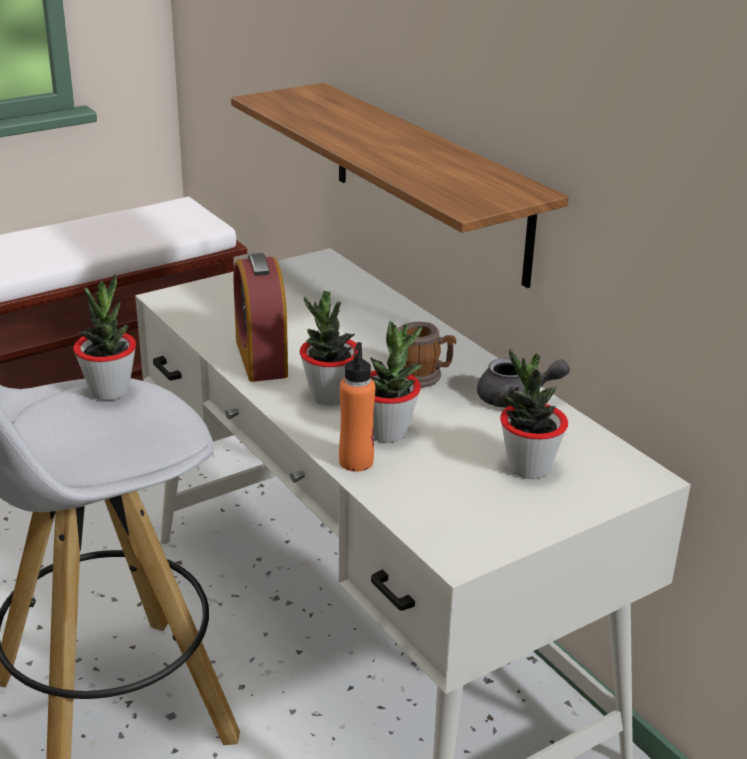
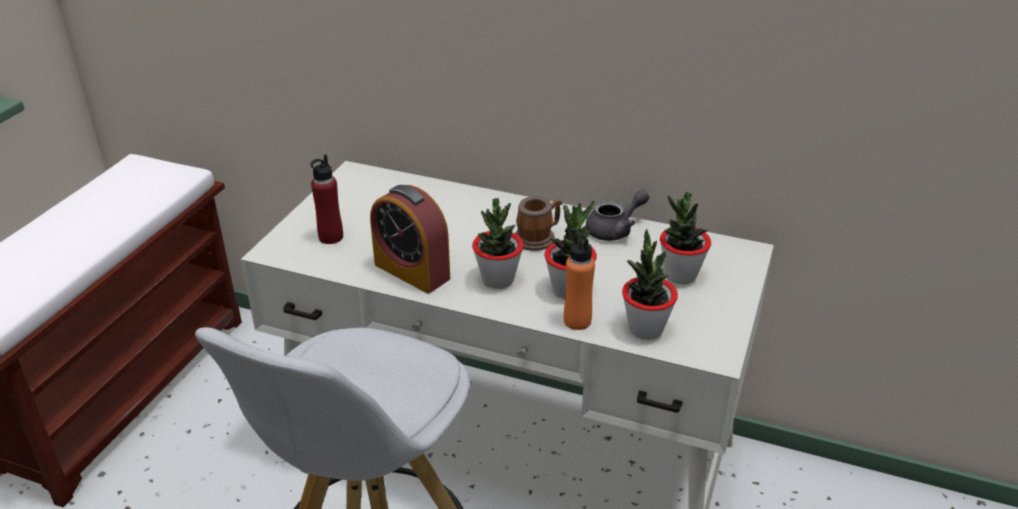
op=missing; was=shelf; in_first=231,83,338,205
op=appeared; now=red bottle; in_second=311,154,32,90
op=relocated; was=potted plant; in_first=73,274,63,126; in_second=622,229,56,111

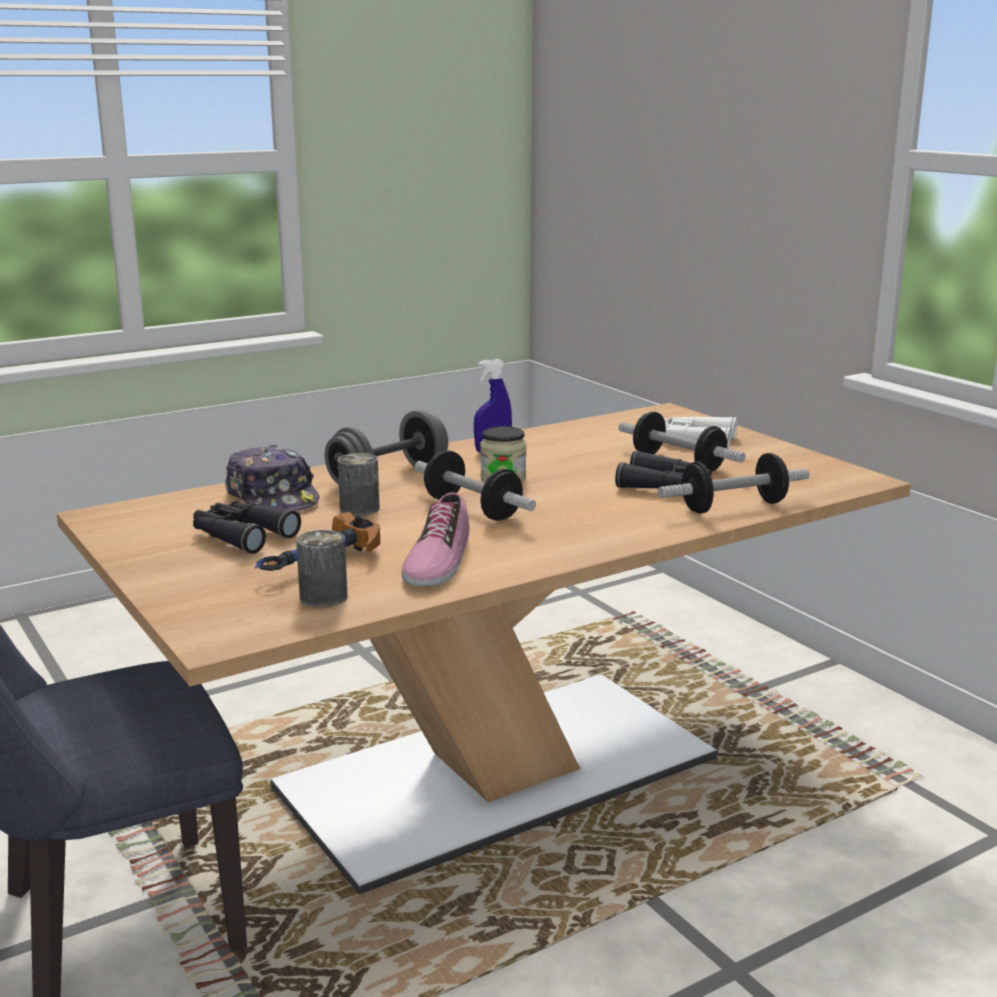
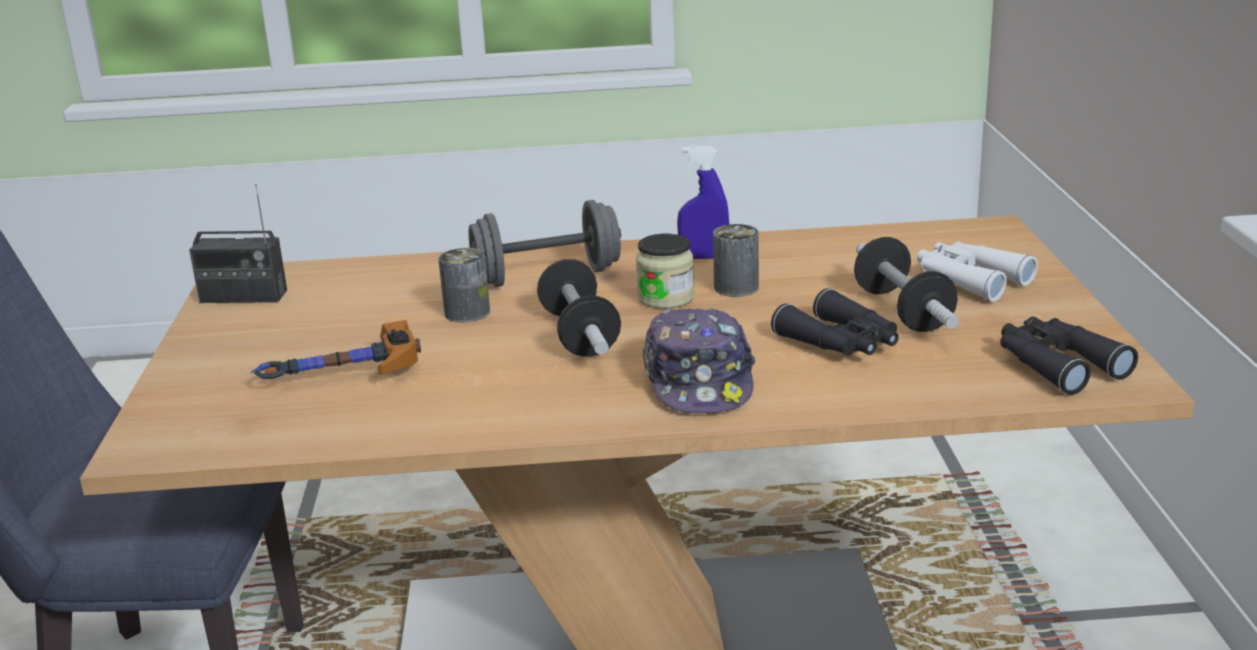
op=missing; was=shoe; in_first=402,492,67,95
op=missing; was=dumbbell; in_first=658,453,152,61
op=appeared; now=radio; in_second=189,184,98,119
op=relocated; was=black binoculars; in_first=193,501,108,53; in_second=1000,316,138,79
op=relocated; was=cap; in_first=225,445,94,66; in_second=643,308,113,105
op=relocated; was=can; in_first=296,530,52,77; in_second=713,224,46,73

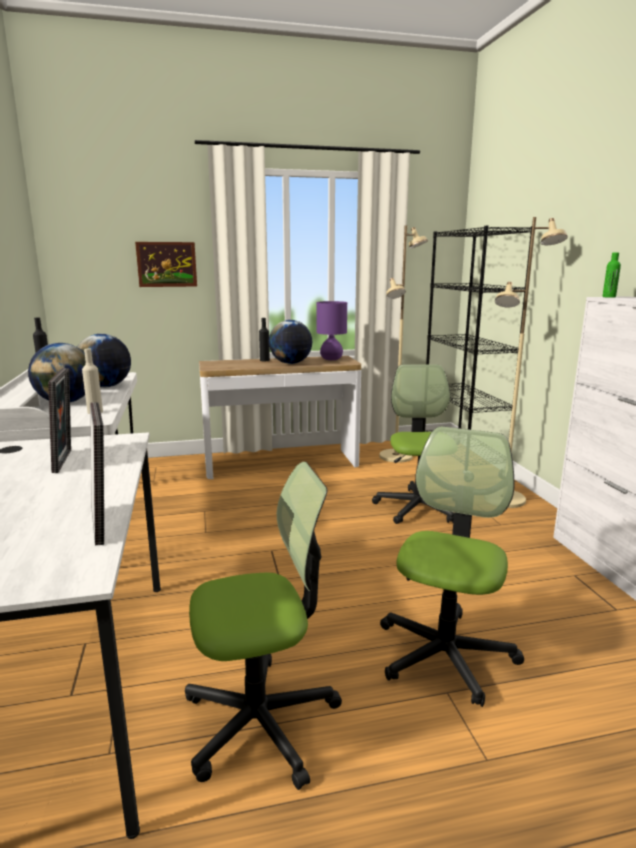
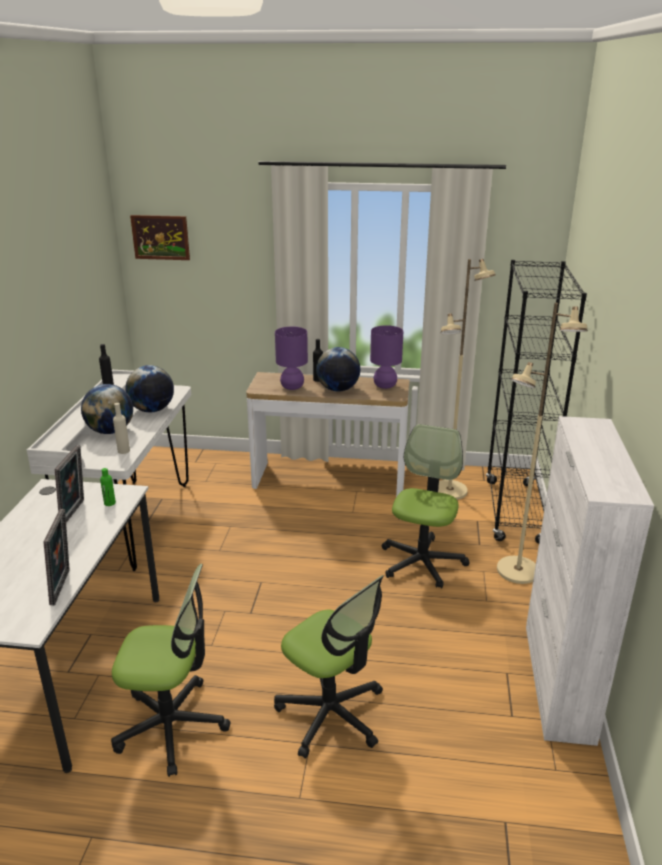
op=appeared; now=purple table lamp; in_second=275,327,33,63
op=relocated; was=picture; in_first=135,242,62,45; in_second=130,215,60,45
op=relocated; was=green bottle; in_first=602,253,19,45; in_second=100,468,16,38
op=spun; was=office chair; in_first=380,426,144,281; in_second=274,575,110,184; clockwise=90

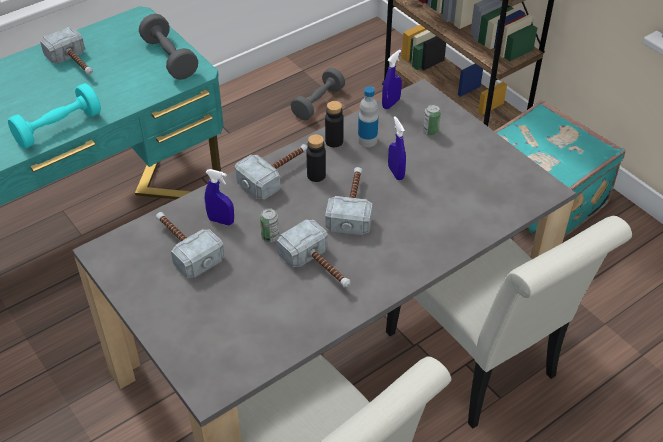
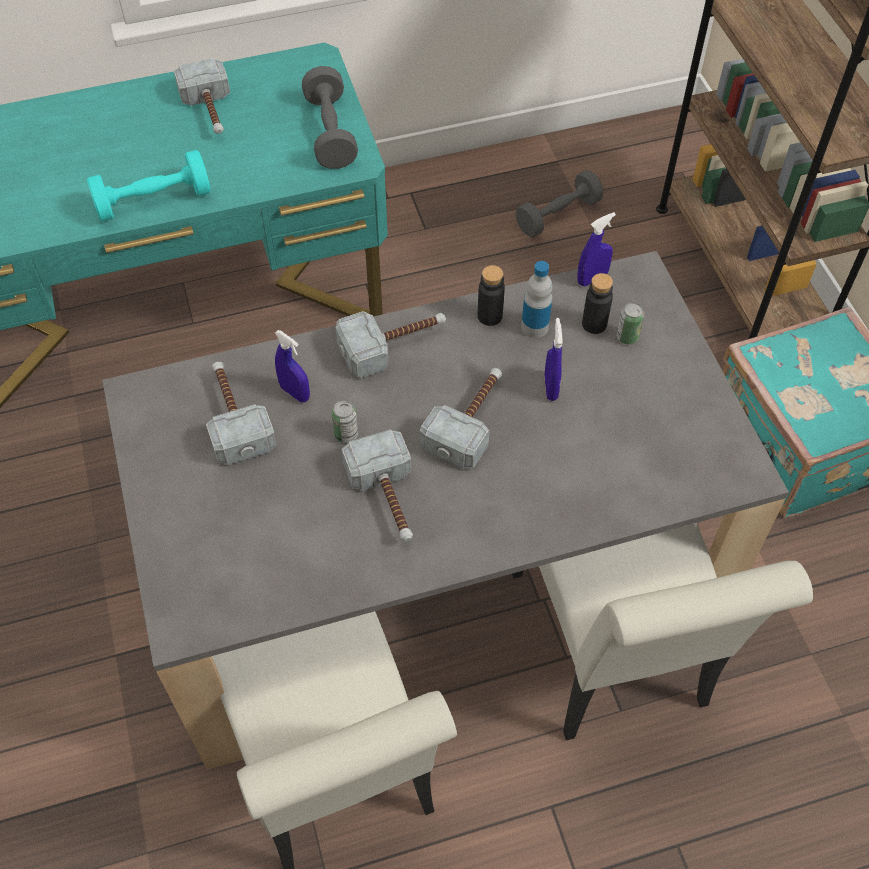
op=relocated; was=black bottle; in_first=307,134,19,48; in_second=582,273,31,61

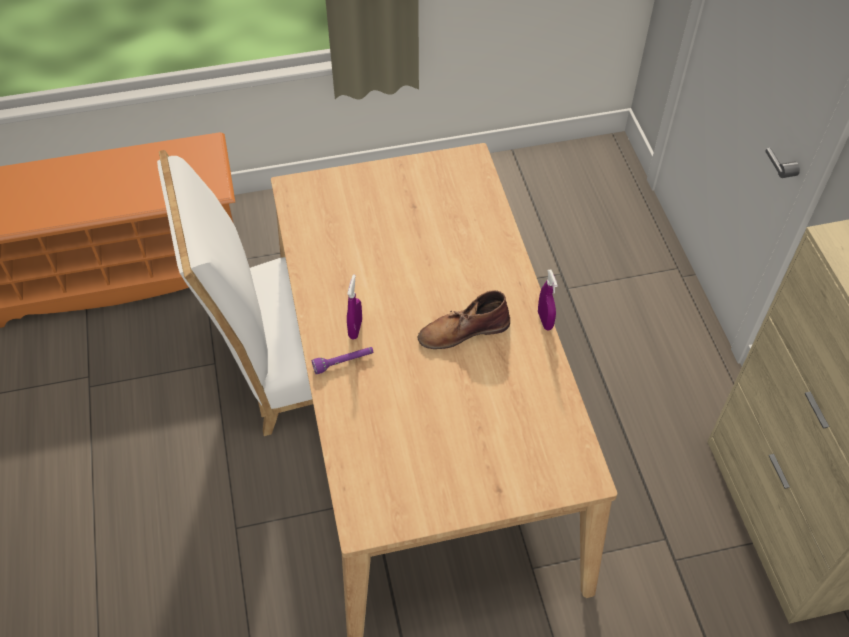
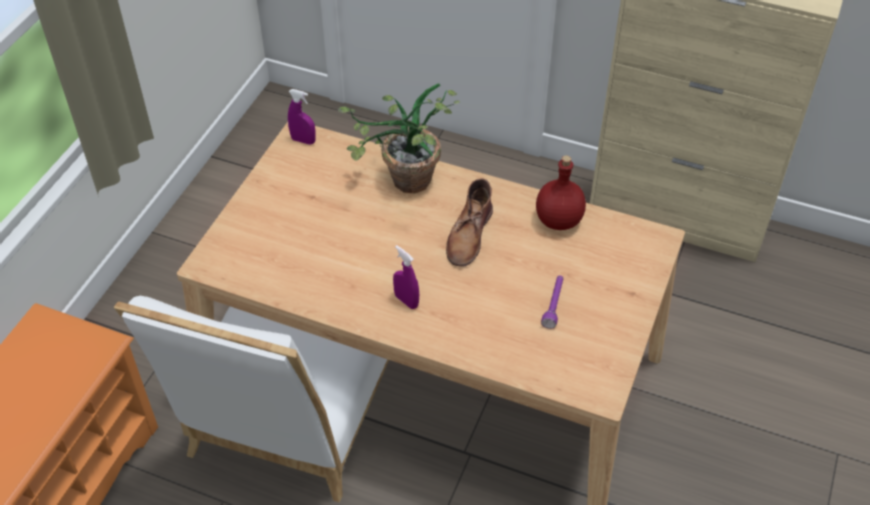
op=appeared; now=potted plant; in_second=338,83,122,111
op=appeared; now=red bottle; in_second=536,155,50,75
op=relocated; was=purple flashlight; in_first=312,347,61,27; in_second=541,276,22,53
op=relocated; was=purple spray bottle; in_first=538,269,20,61; in_second=288,89,28,56

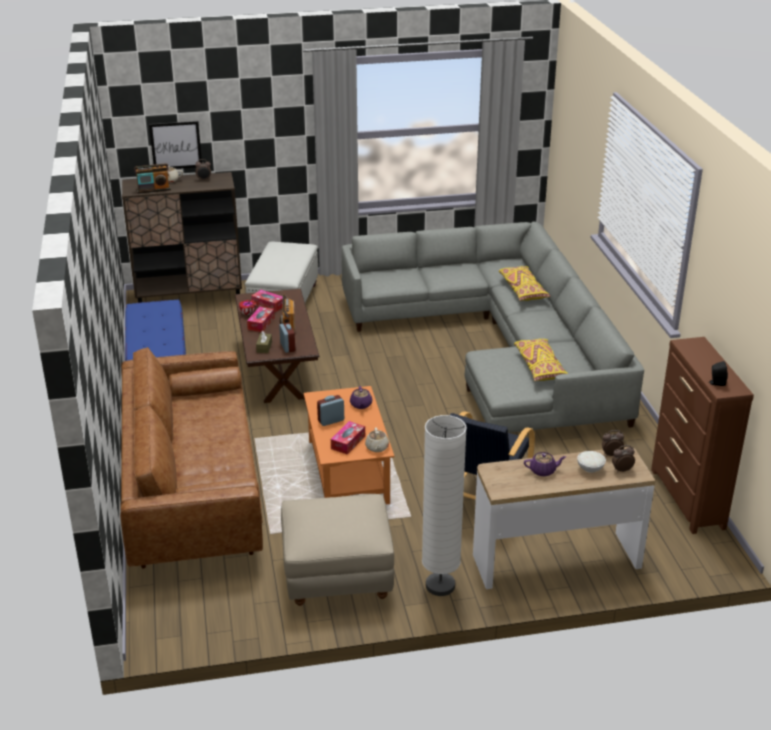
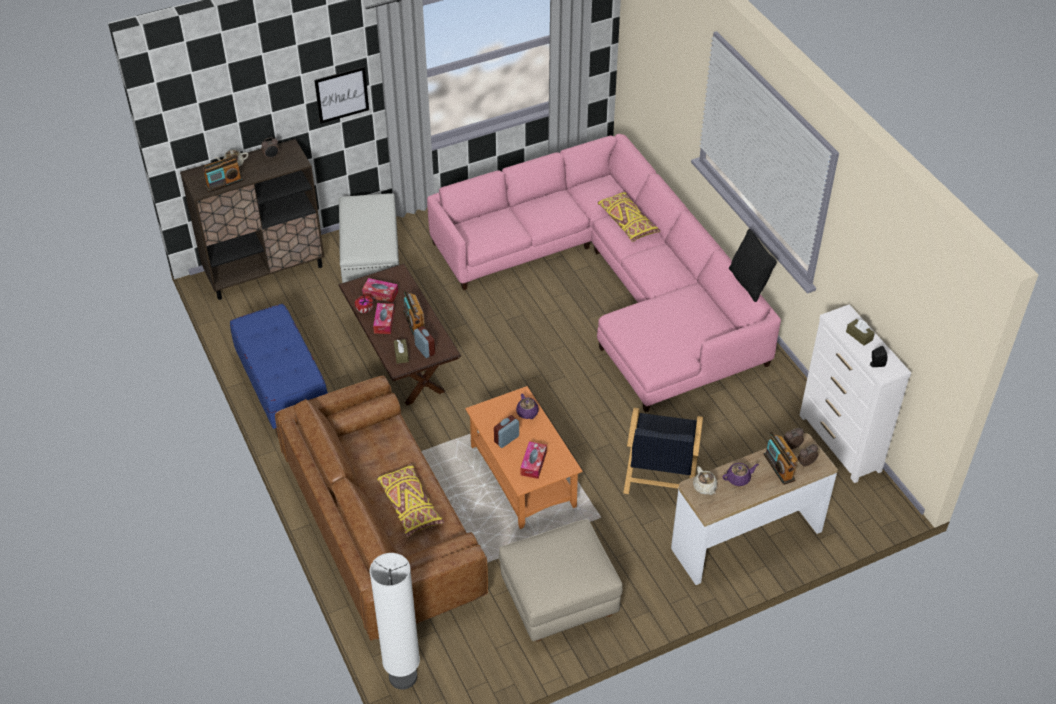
op=appeared; now=black pillow; in_second=729,229,48,73
op=appeared; now=brown tissue box; in_second=846,319,29,27
op=relocated; was=picture; in_first=149,121,53,48; in_second=314,66,55,58
op=relocated; was=beige teapot; in_first=365,427,24,25; in_second=693,466,25,29
op=relocated; was=white floor lamp; in_first=422,415,45,181; in_second=370,553,50,137
op=relocated; was=yellow pillow; in_first=514,339,54,42; in_second=377,464,67,73
op=exchanged; was=white bowl; now=radio; in_first=577,451,29,22; in_second=763,432,35,53
op=colour; was=grey sofa; now=pink sofa; in_first=342,221,302,212; in_second=427,134,354,278
op=colour; was=brown dresser; now=white dresser; in_first=651,337,103,197; in_second=799,304,112,179

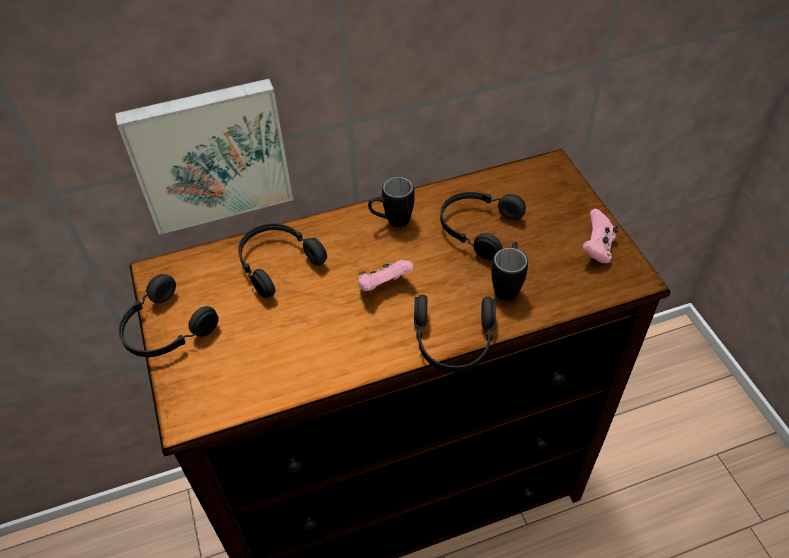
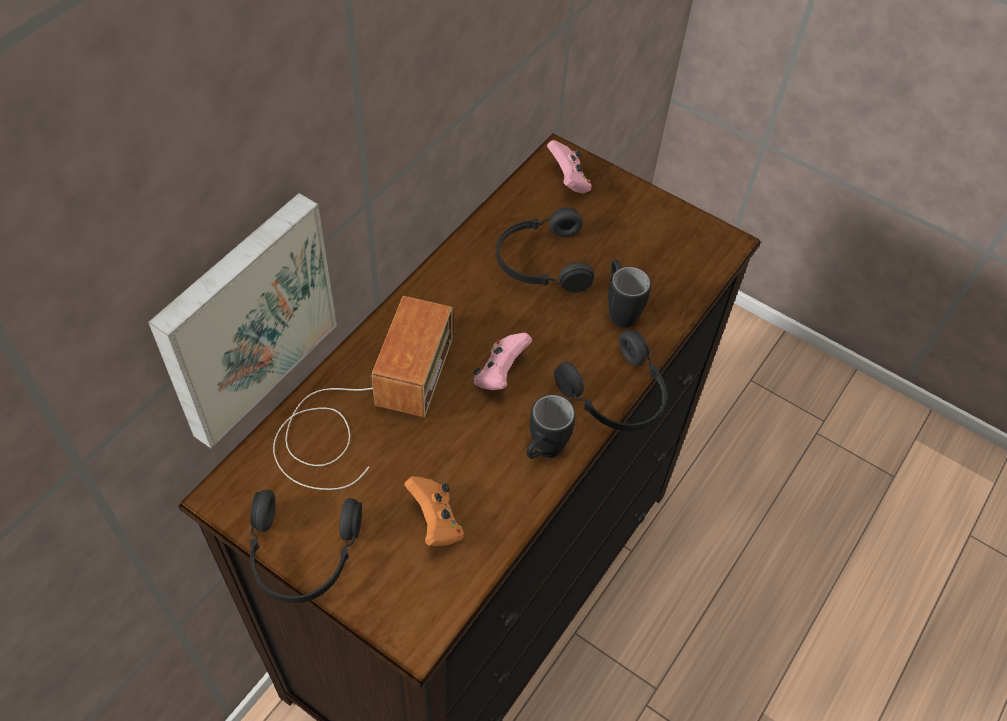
op=appeared; now=orange game controller; in_second=404,476,60,70
op=relocated; was=black mug; in_first=368,177,46,50; in_second=526,394,50,65
op=relocated; was=pink game controller; in_first=582,209,36,54; in_second=547,140,45,54
op=exchanged; was=black headphones; now=radio; in_first=238,223,89,75; in_second=273,296,180,194

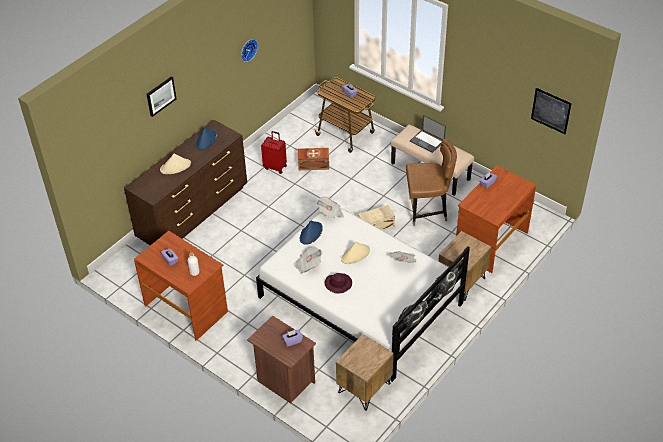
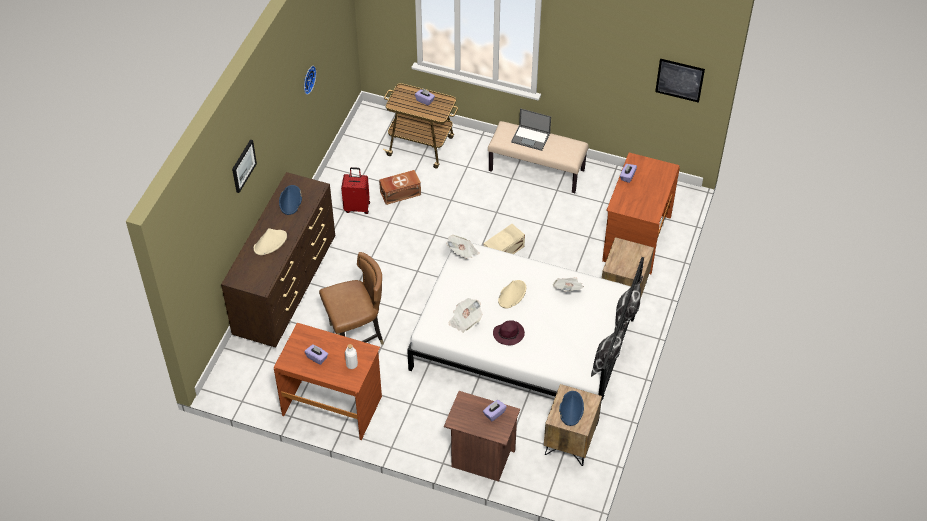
op=relocated; was=blue hat; in_first=299,220,24,25; in_second=559,391,25,35
op=relocated; was=brown chair; in_first=406,139,51,87; in_second=319,252,65,93

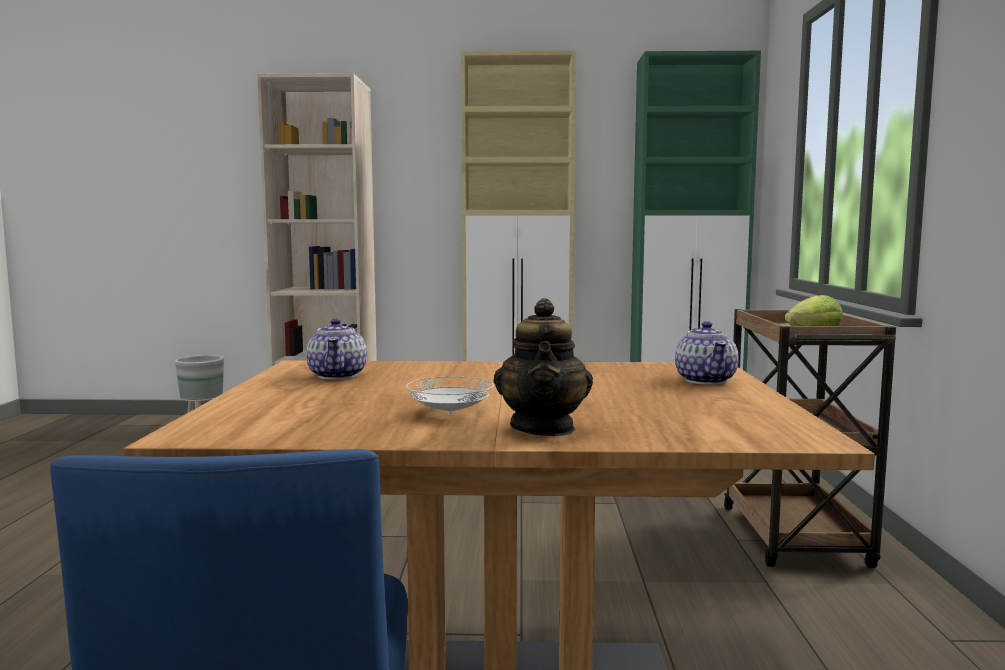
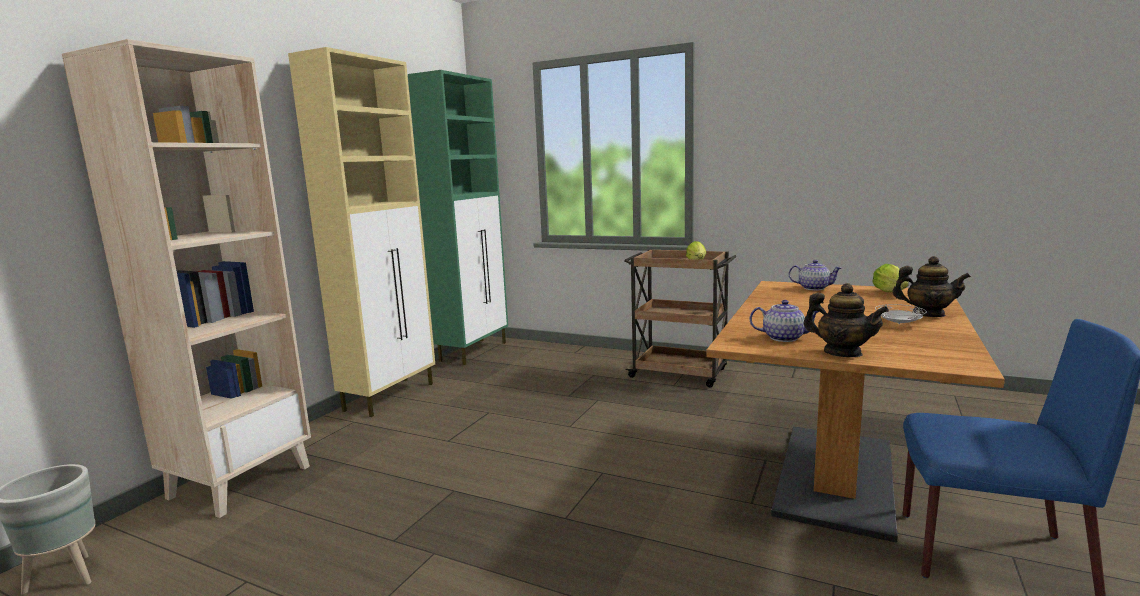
op=appeared; now=teapot; in_second=804,283,85,74
op=appeared; now=lettuce; in_second=872,264,37,28

